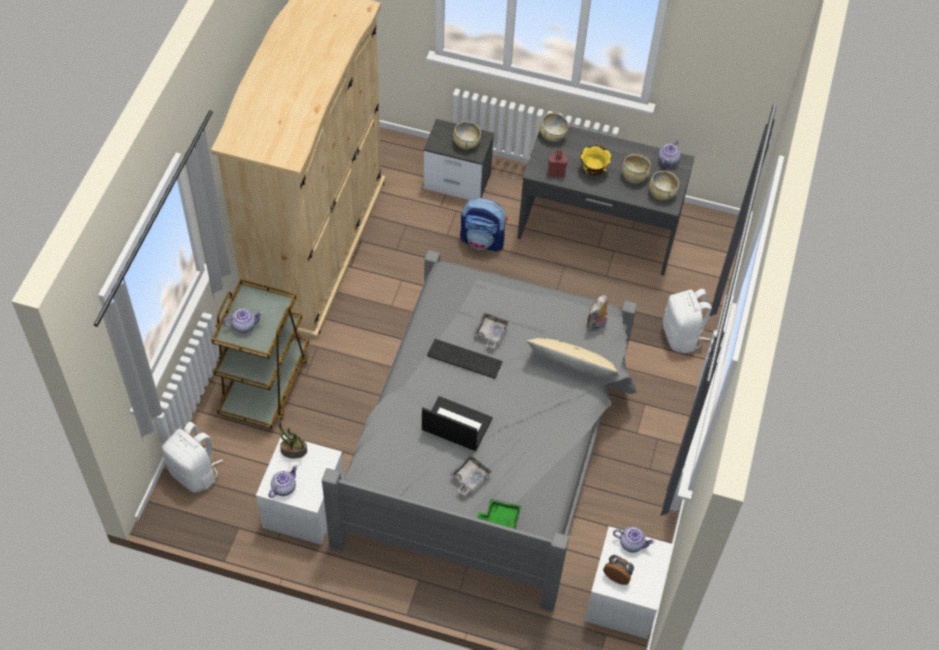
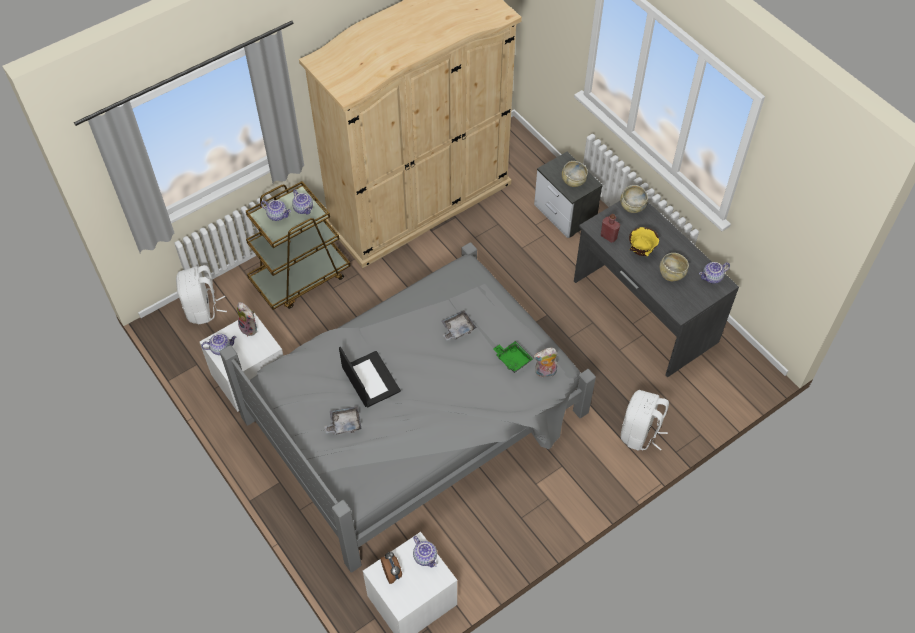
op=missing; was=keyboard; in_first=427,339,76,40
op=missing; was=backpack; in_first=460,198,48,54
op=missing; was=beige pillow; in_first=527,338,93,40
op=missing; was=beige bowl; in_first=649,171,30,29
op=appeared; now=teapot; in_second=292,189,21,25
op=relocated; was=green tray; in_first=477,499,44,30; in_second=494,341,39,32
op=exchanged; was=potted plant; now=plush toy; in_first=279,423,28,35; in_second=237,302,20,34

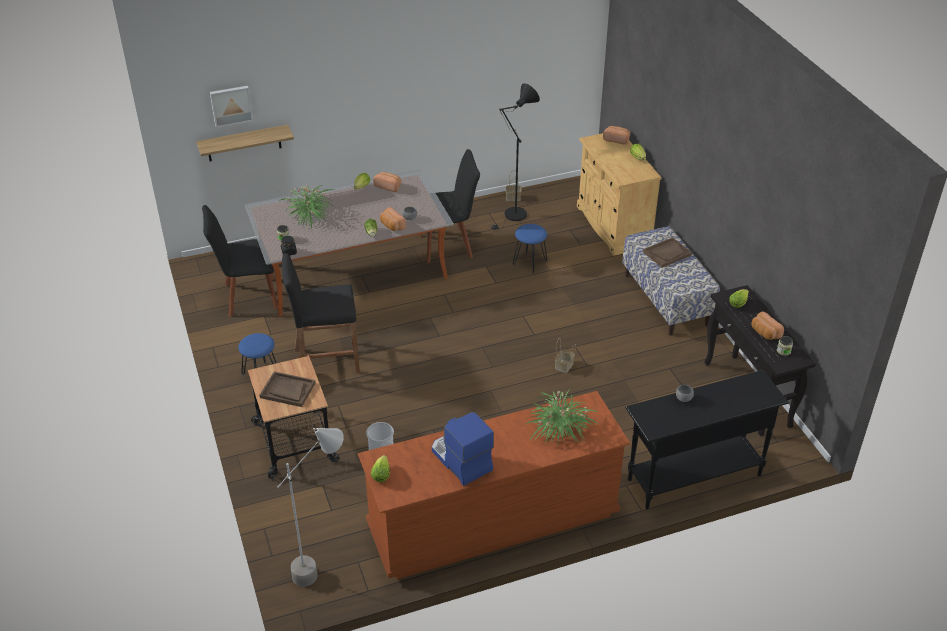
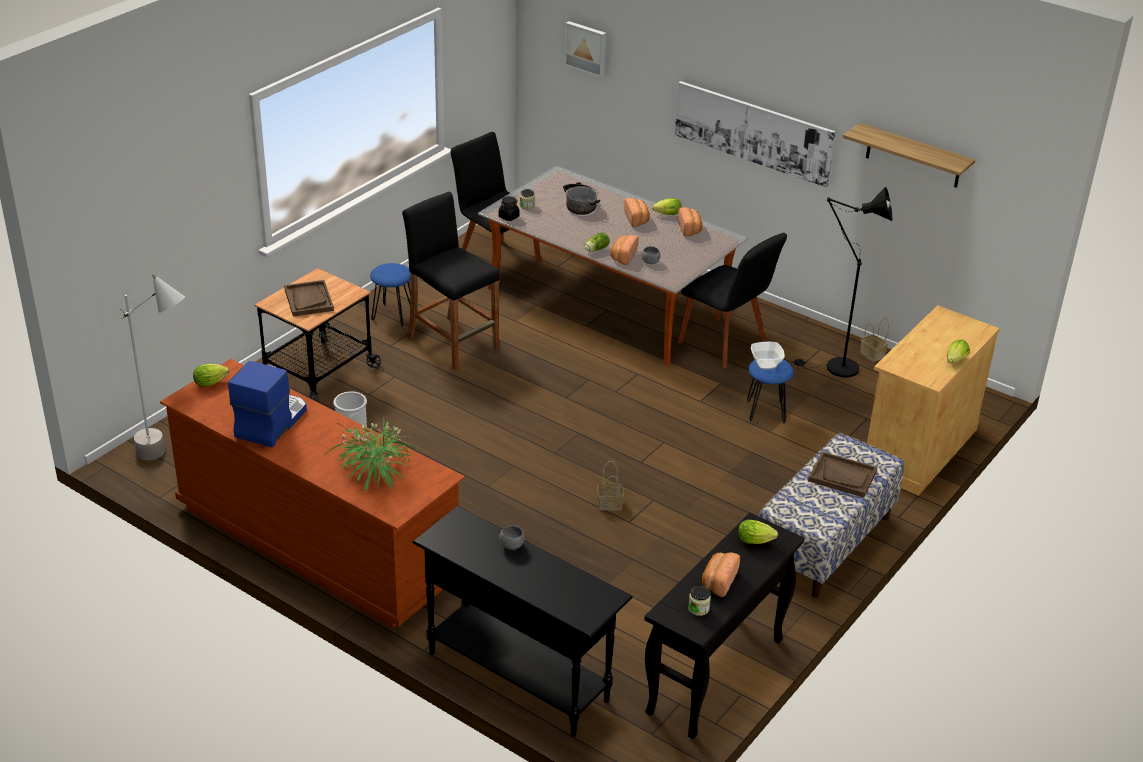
op=appeared; now=picture; in_second=675,81,161,106
op=appeared; now=bowl; in_second=751,342,34,28
op=relocated; was=shelf; in_first=196,125,98,36; in_second=843,123,132,65
op=relocated; was=bread; in_first=603,126,27,19; in_second=624,198,26,29
op=exchanged; was=potted plant; now=cooking pot; in_first=279,185,56,43; in_second=563,182,37,33

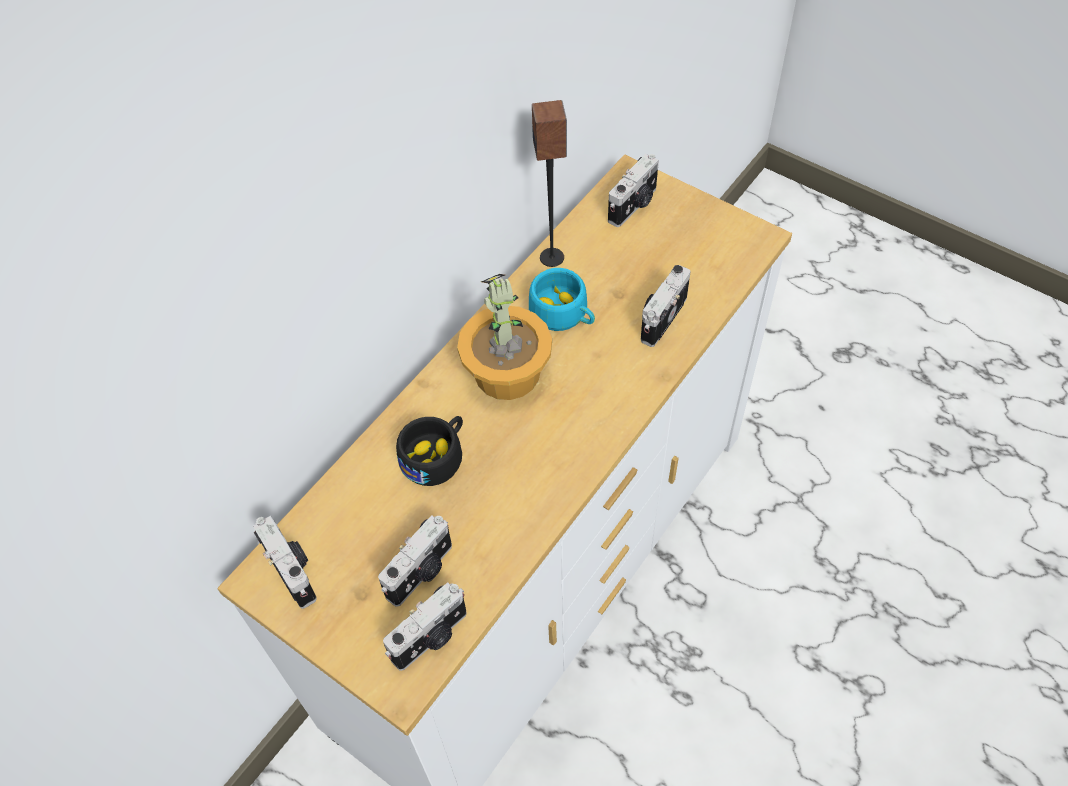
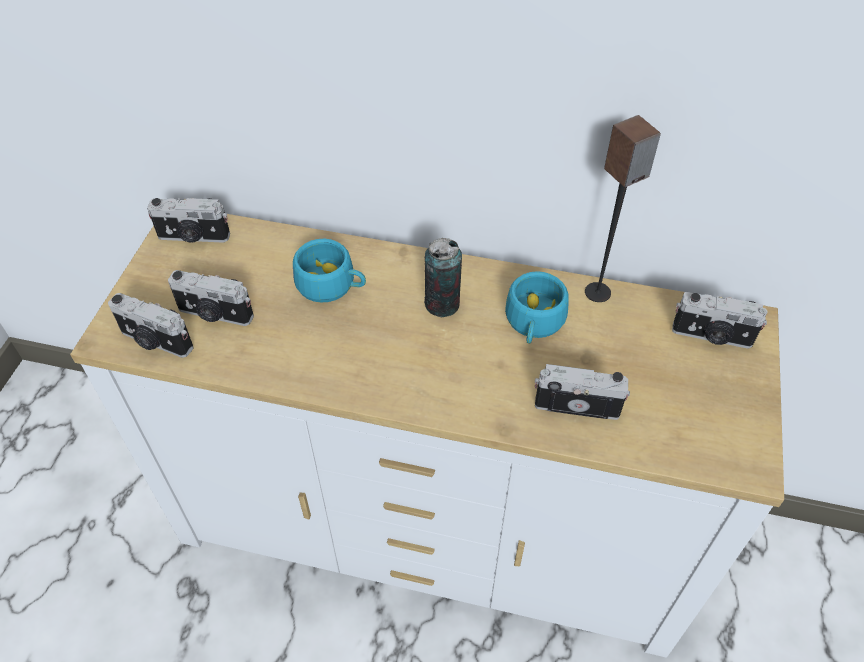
op=exchanged; was=potted plant; now=can; in_first=457,274,95,126; in_second=424,238,38,79
op=colour; was=black cup; now=turquoise cup; in_first=396,416,67,70; in_second=293,239,73,64
op=spun; was=photo camera; in_first=253,516,64,93; in_second=147,198,83,45; clockwise=60

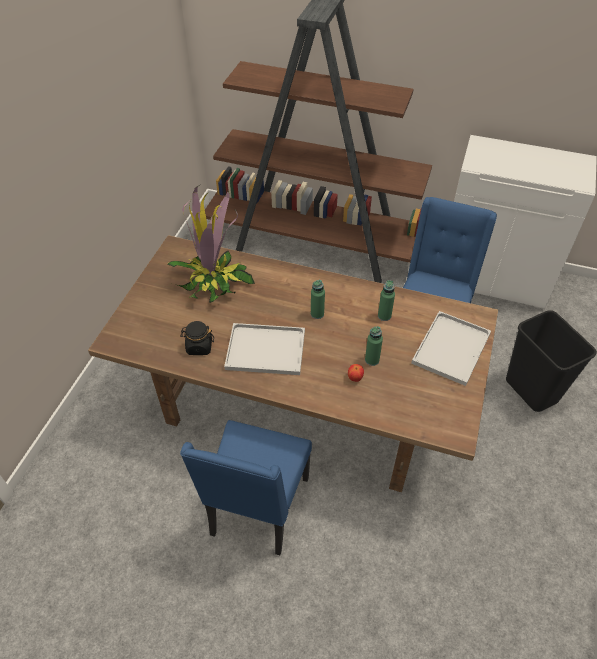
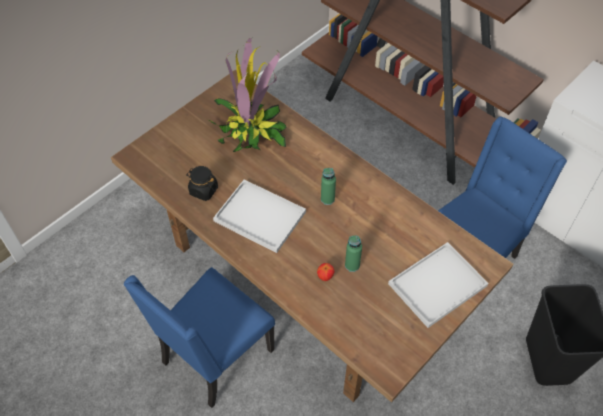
op=missing; was=green bottle; in_first=378,280,17,41

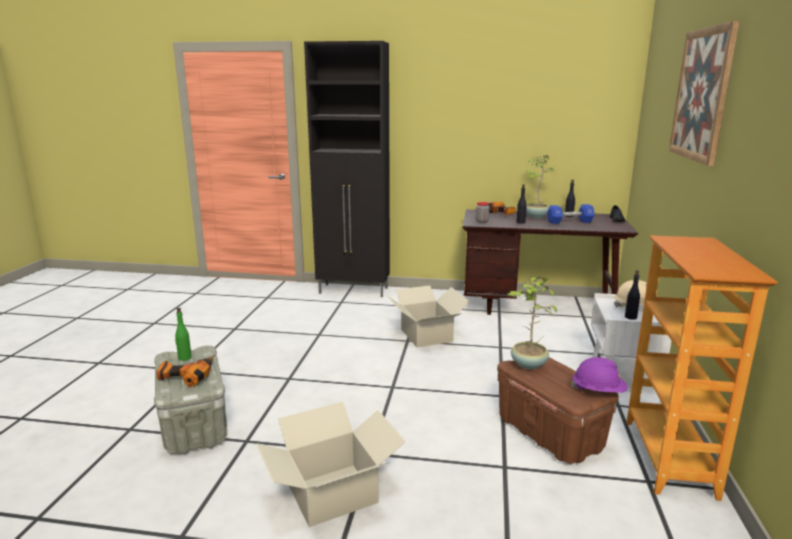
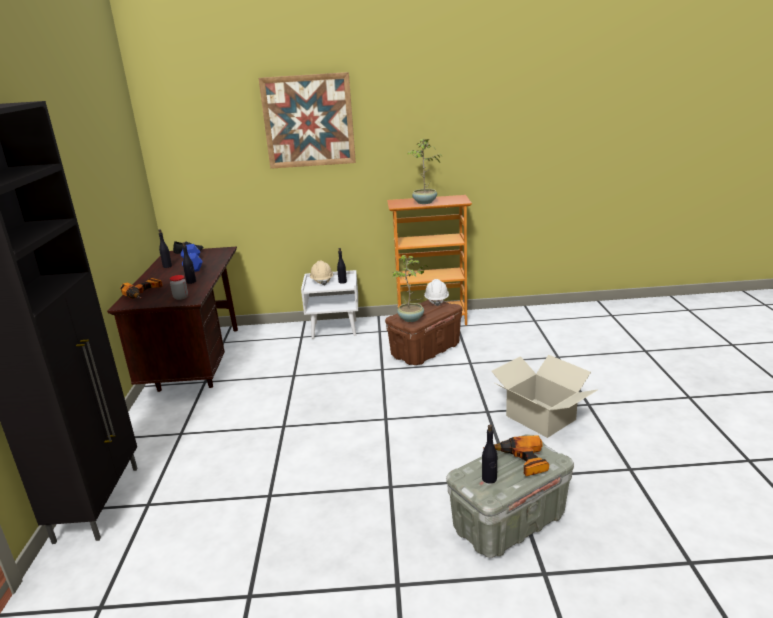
op=missing; was=cardboard box; in_first=386,286,84,61
op=relocated; was=potted plant; in_first=525,155,30,63; in_second=408,139,34,65
op=colour; was=green bottle; now=black bottle; in_first=175,308,17,53; in_second=482,425,15,59
op=colour; was=purple hard hat; now=white hard hat; in_first=571,357,57,36; in_second=424,279,25,27

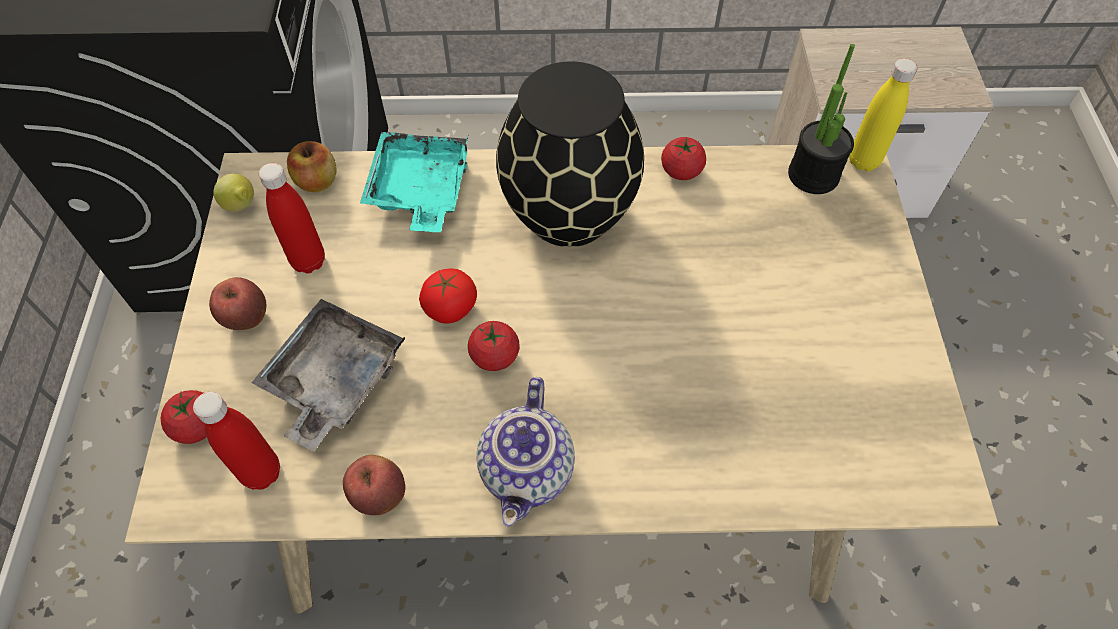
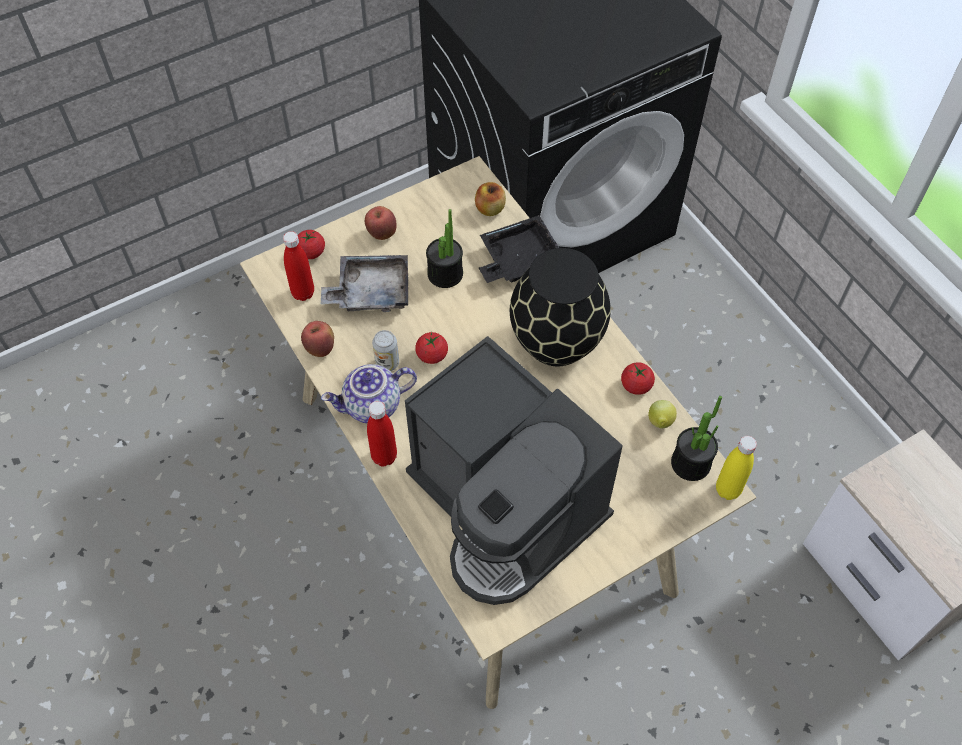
op=missing; was=tomato; in_first=419,269,58,55
op=appeared; now=can; in_second=372,330,27,41
op=appeared; now=coffee machine; in_second=405,336,217,269
op=appeared; now=potted plant; in_second=426,209,37,79
op=relocated; was=lemon; in_first=213,174,41,38; in_second=648,400,29,28
op=relocated; was=red bottle; in_first=259,163,66,111; in_second=367,401,30,65
op=colour; was=turquoise tray; now=black tray; in_first=360,132,109,100; in_second=479,215,80,68

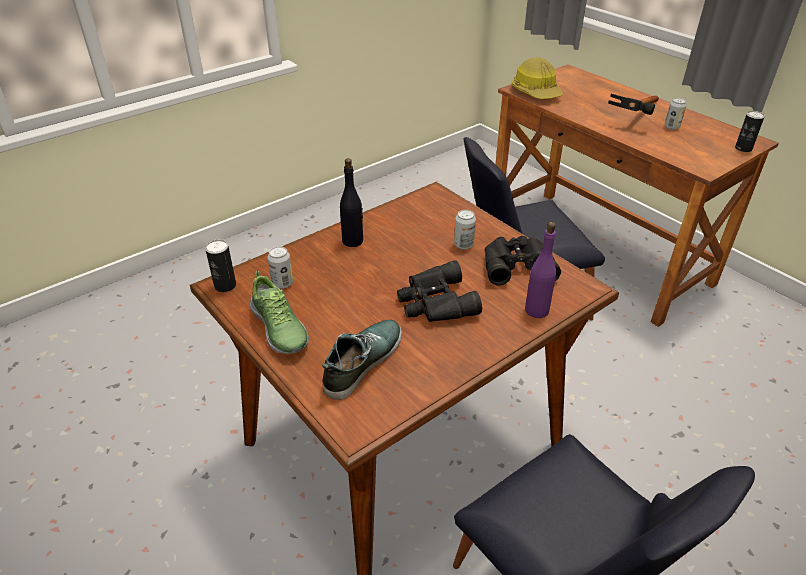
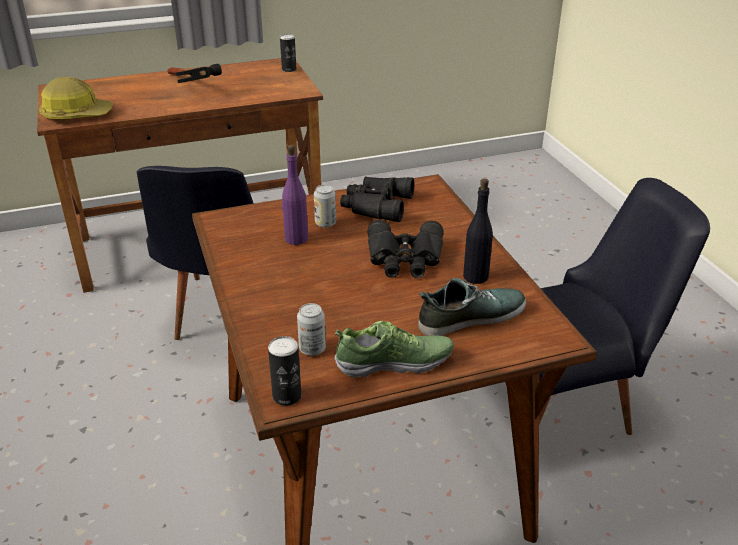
op=missing; was=can; in_first=665,98,22,32
op=relocated; was=black bottle; in_first=340,158,23,89; in_second=463,178,30,106
op=relocated; was=purple bottle; in_first=525,222,31,96; in_second=282,145,26,100
op=spun; was=shoe; in_first=322,320,80,80; in_second=418,278,108,58; clockwise=105

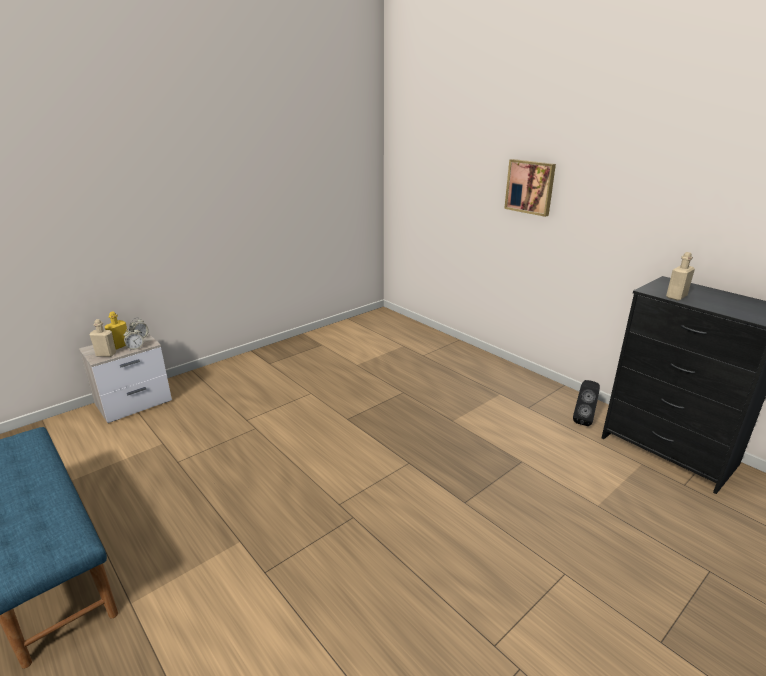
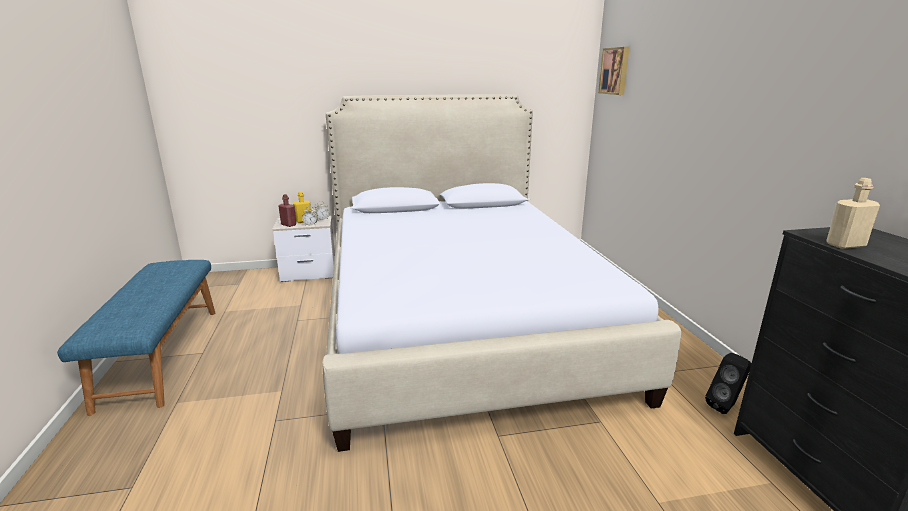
op=appeared; now=bed; in_second=323,94,358,358
op=relocated; was=picture; in_first=504,159,52,58; in_second=598,47,32,48
op=colour; was=beige bottle; now=red bottle; in_first=89,319,27,38; in_second=278,194,18,33

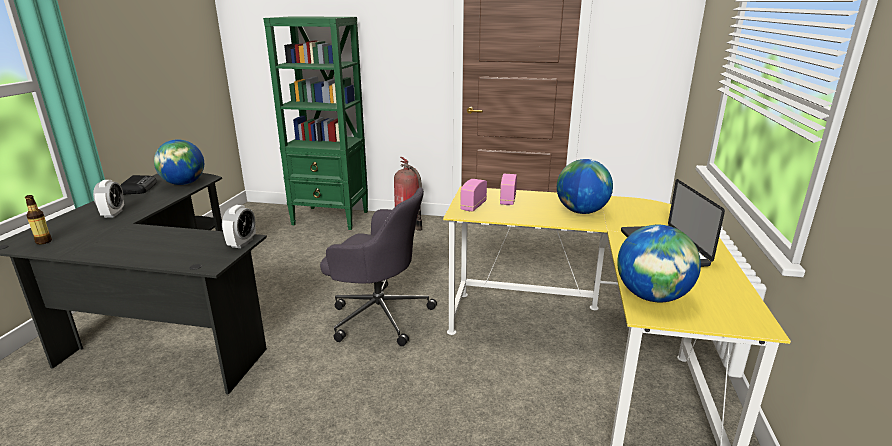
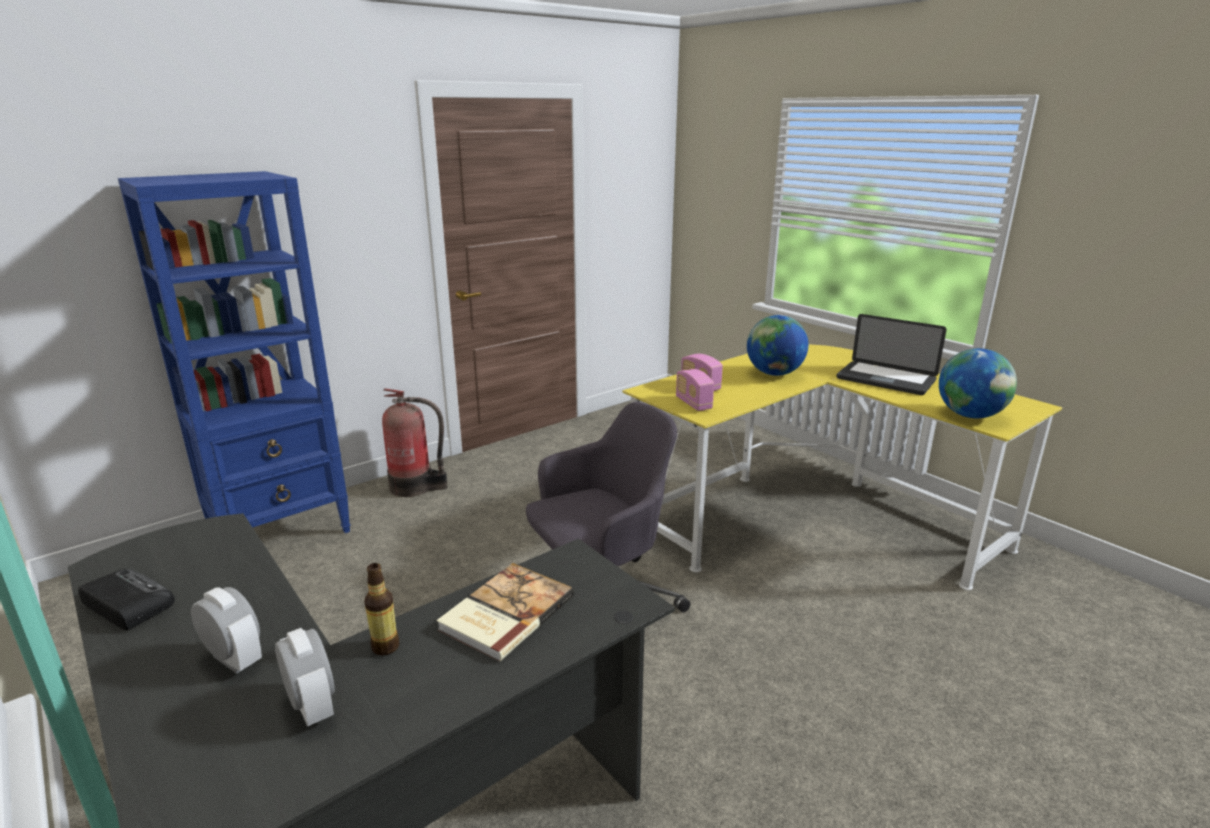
op=missing; was=globe; in_first=154,139,50,46
op=appeared; now=book; in_second=437,563,137,99
op=relocated; was=bottle; in_first=25,195,27,50; in_second=364,563,35,92
op=relocated; was=alarm clock; in_first=222,205,34,43; in_second=275,628,60,98
op=colour; was=green bookcase; now=blue bookcase; in_first=263,16,105,214; in_second=118,171,233,362

